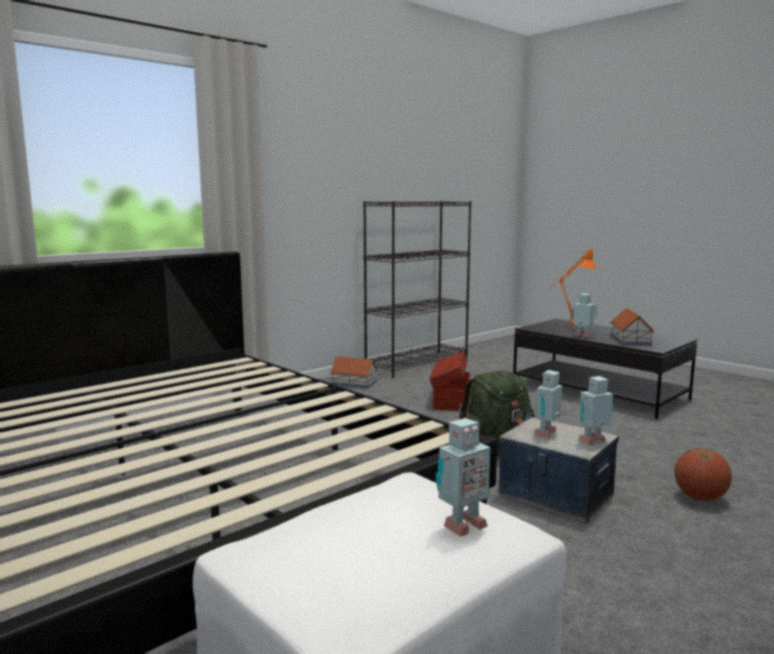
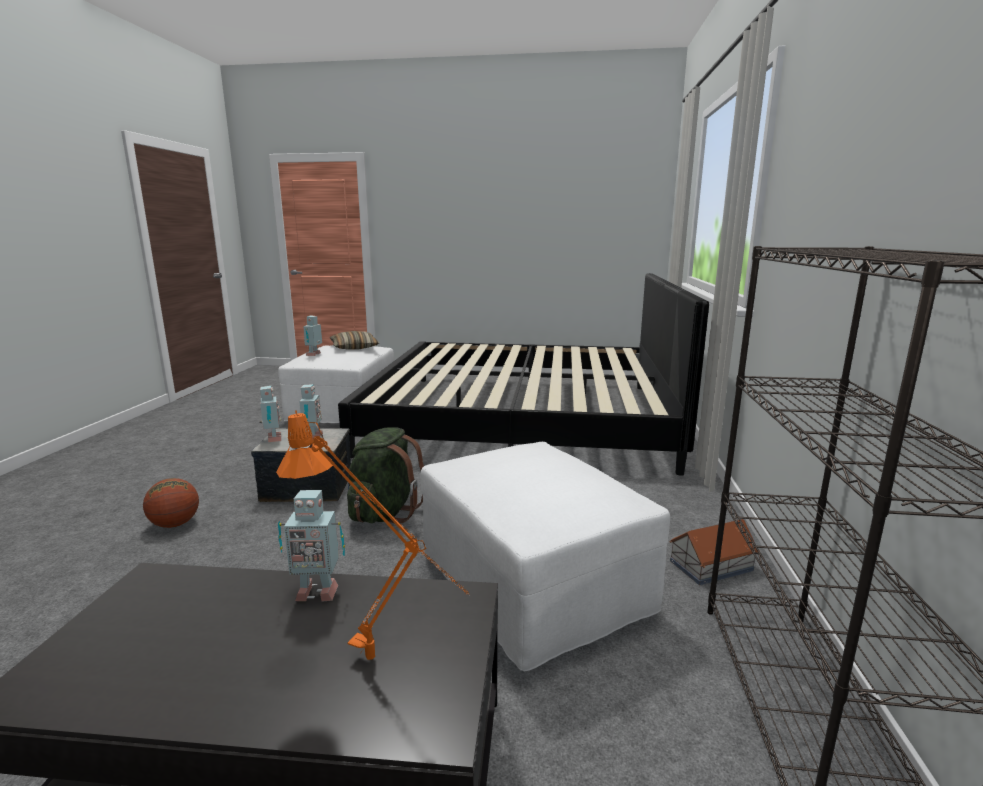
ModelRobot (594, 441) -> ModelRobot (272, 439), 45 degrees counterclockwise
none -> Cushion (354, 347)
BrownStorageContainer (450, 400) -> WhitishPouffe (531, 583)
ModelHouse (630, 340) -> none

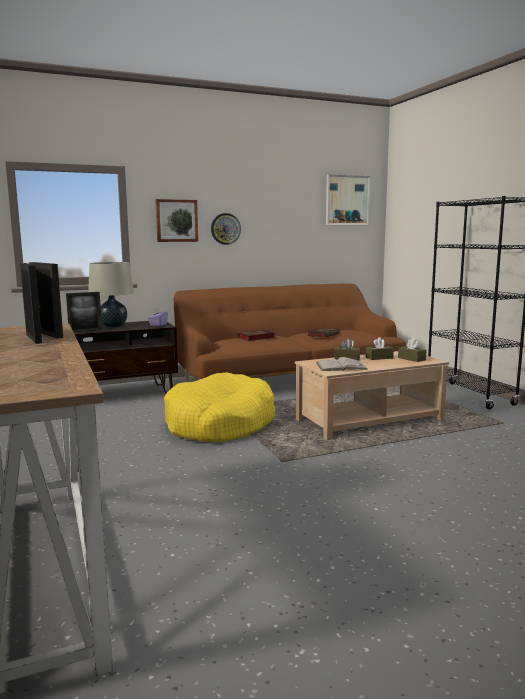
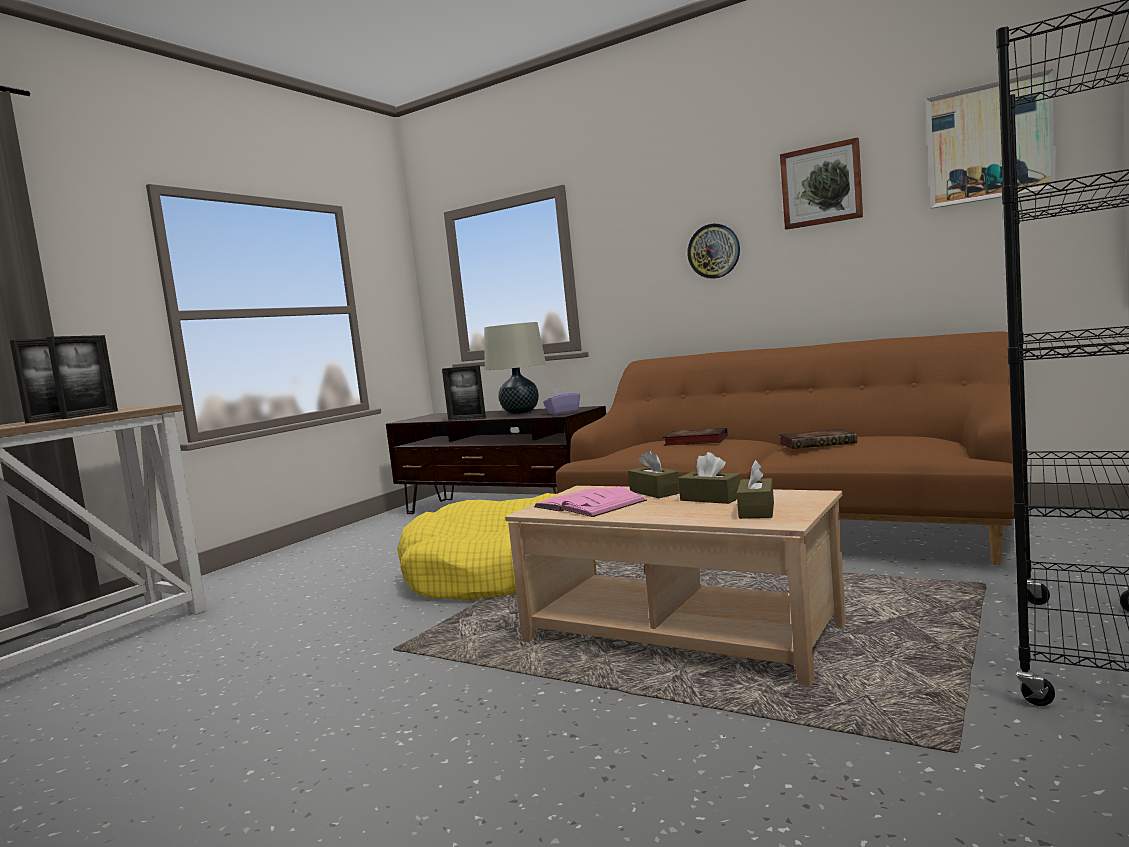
WhitishVolume (341, 366) -> PinkVolume (589, 504)
Picture (176, 220) -> Picture (821, 185), relocated

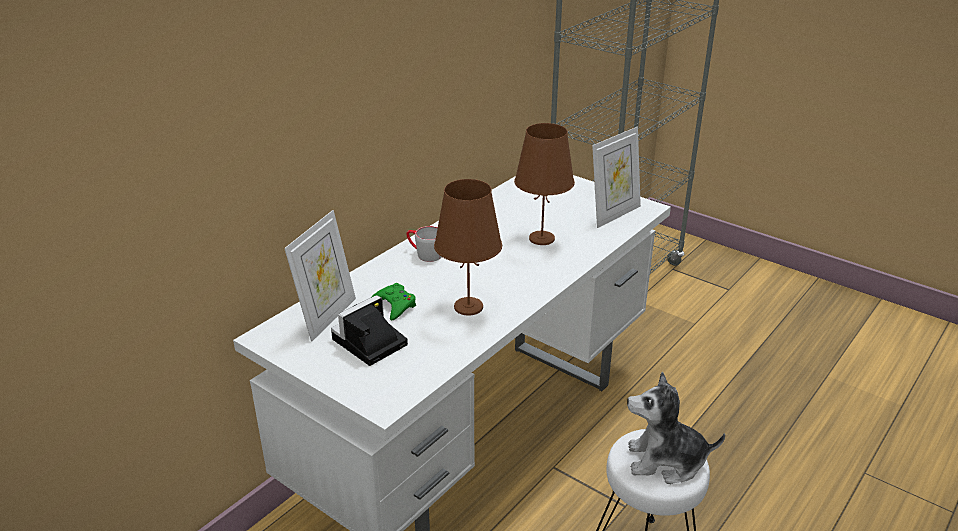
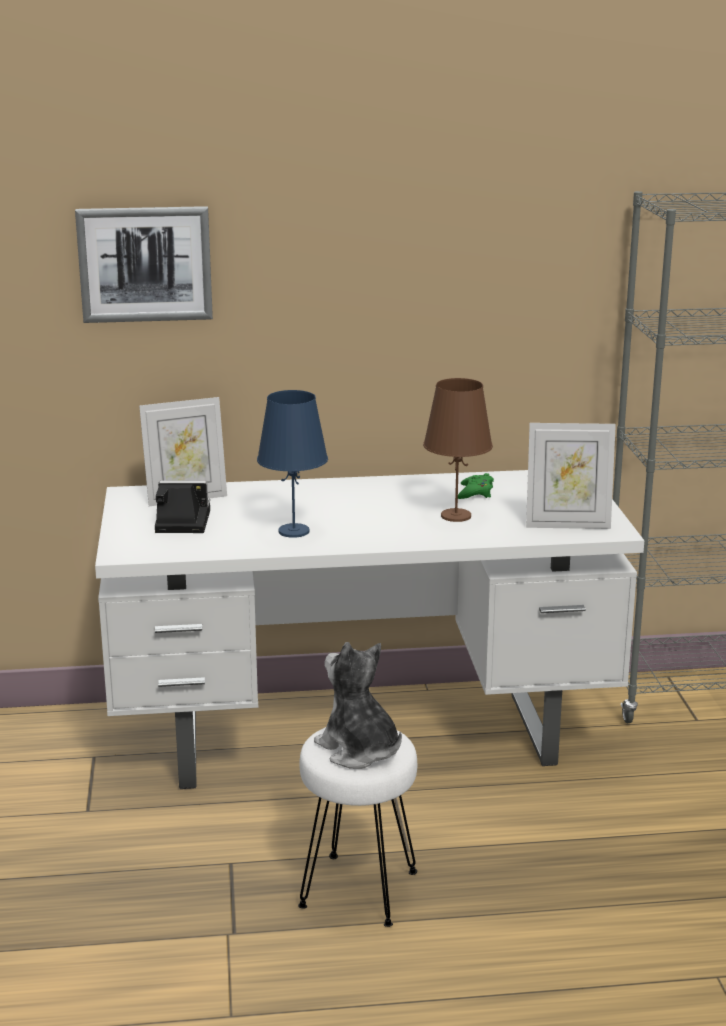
none -> Picture (145, 264)
BrownTableLamp (468, 306) -> BlueColouredTableLamp (294, 531)
GreenishGamepad (394, 305) -> GreenishGamepad (475, 492), relocated
GrayCoffeeMug (424, 254) -> none

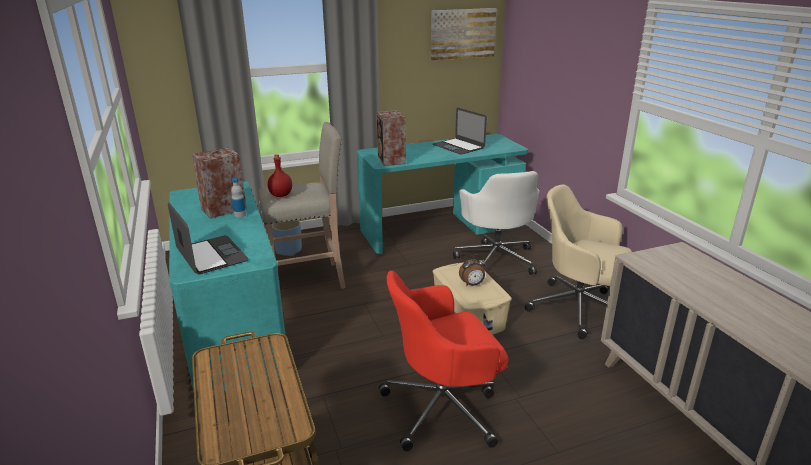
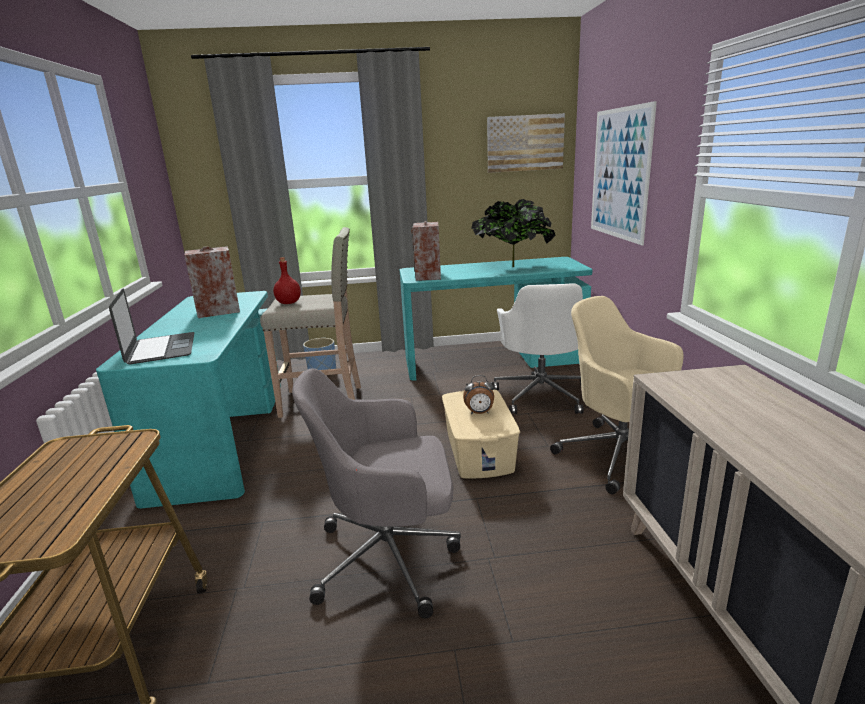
RedColouredComputerChair (443, 408) -> GrayComputerChair (390, 557)
Laptop (458, 146) -> Houseplant (512, 266)
none -> Picture (619, 174)
Bottle (240, 215) -> none

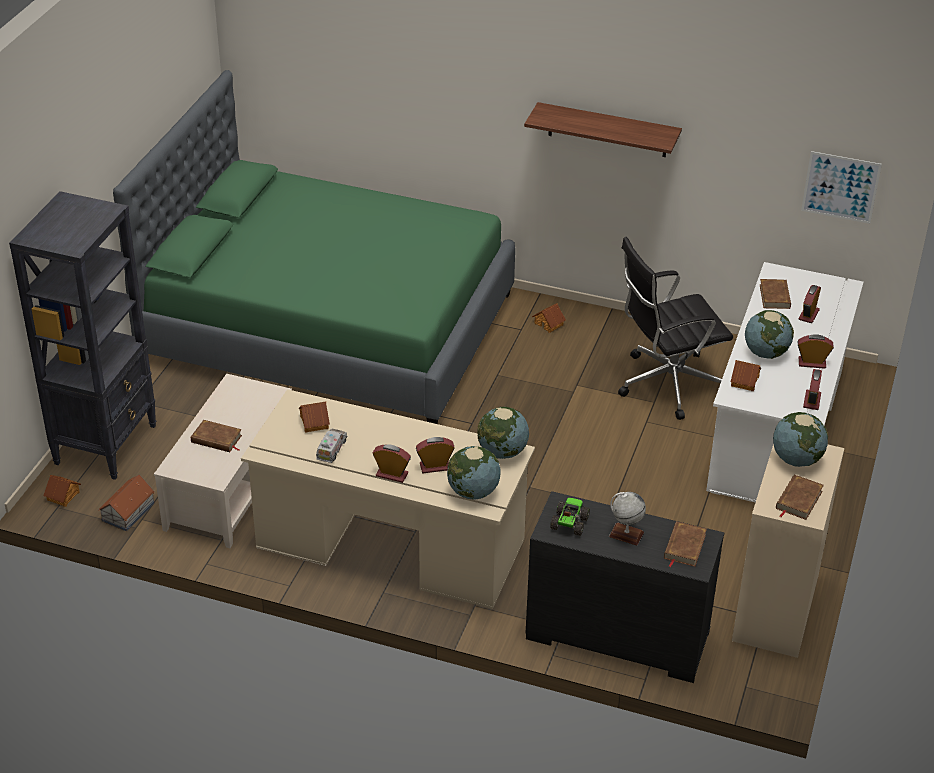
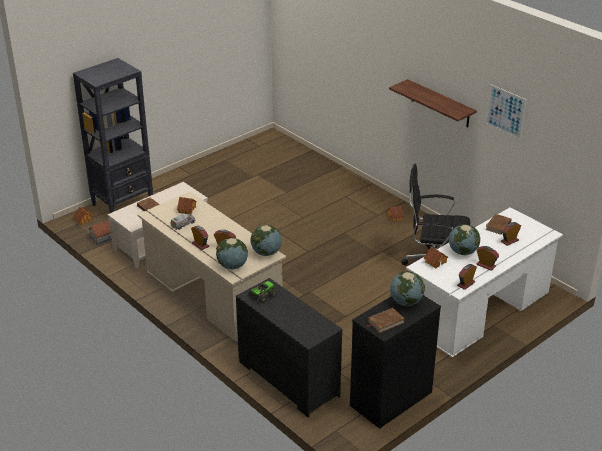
SandColouredChestOfDrawers (775, 608) -> BlackChestOfDrawers (390, 399)
Picture (840, 187) -> Picture (505, 111), relocated
GreenishBed (329, 326) -> none
DeskGlobe (626, 534) -> none
BrownVolume (684, 547) -> none

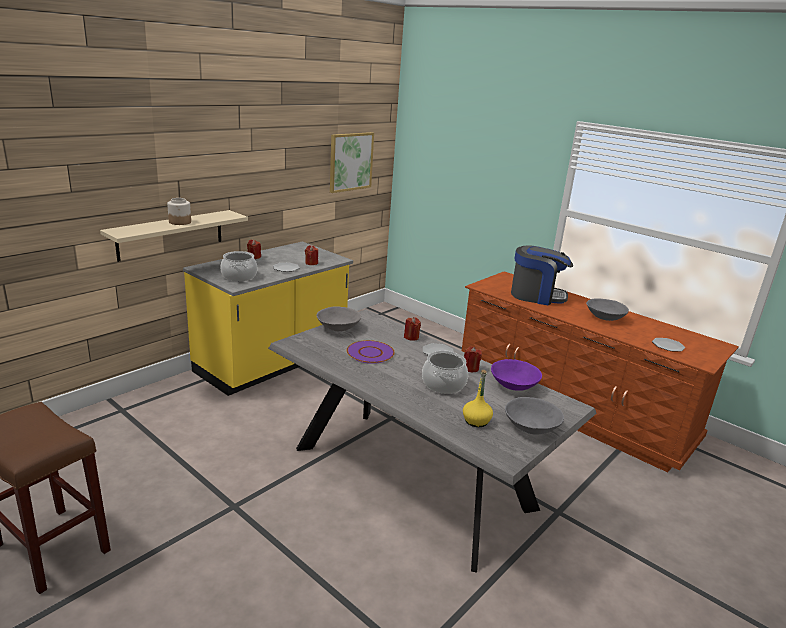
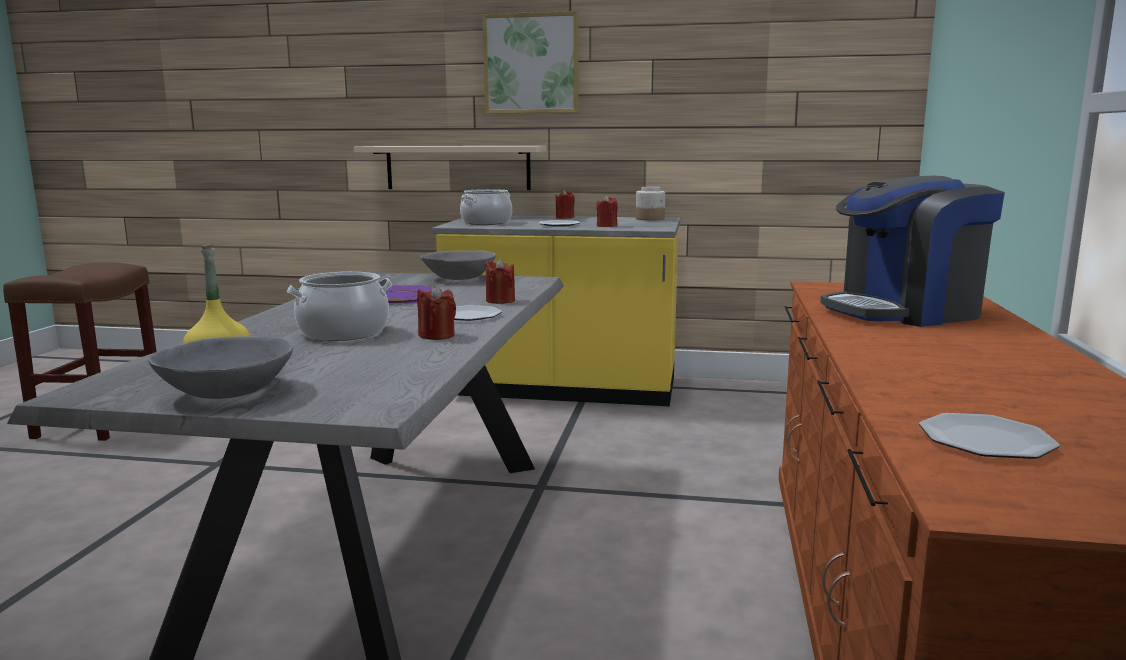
Picture (350, 161) -> Picture (531, 64), relocated
StorageJar (180, 222) -> StorageJar (650, 219), relocated
CoffeeBrewer (536, 296) -> CoffeeBrewer (905, 312), 90 degrees clockwise
PurpleColouredBowl (514, 385) -> none
GrayBowl (604, 317) -> none

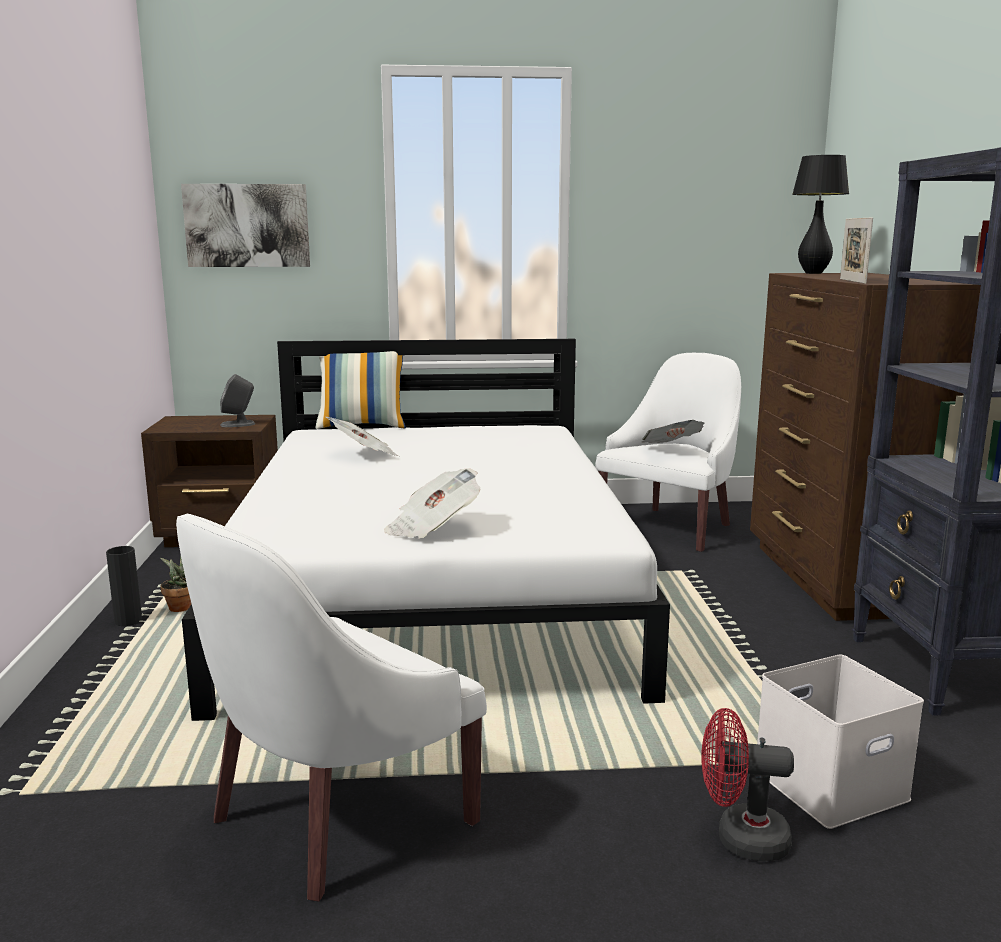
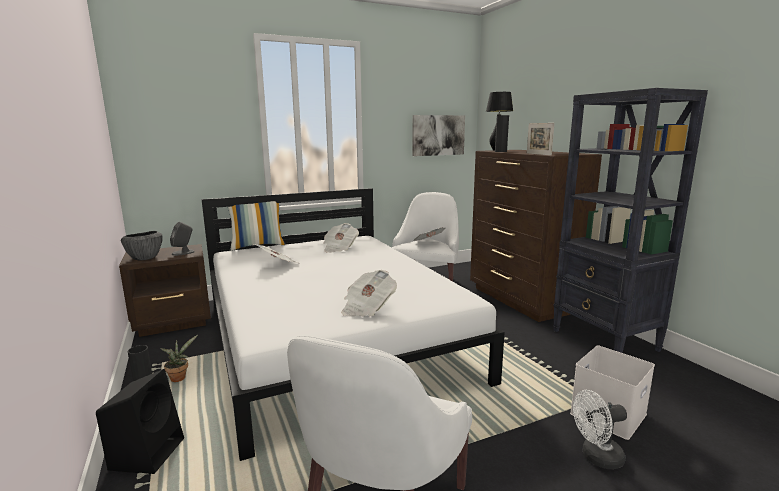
none -> BlackLoudspeaker (148, 452)
none -> Bowl (145, 258)
none -> PrintedPaper (339, 248)
Picture (247, 225) -> Picture (438, 135), relocated
none -> BlackVase (500, 151)
RedColouredElectricFan (740, 838) -> WhitishElectricFan (596, 457)

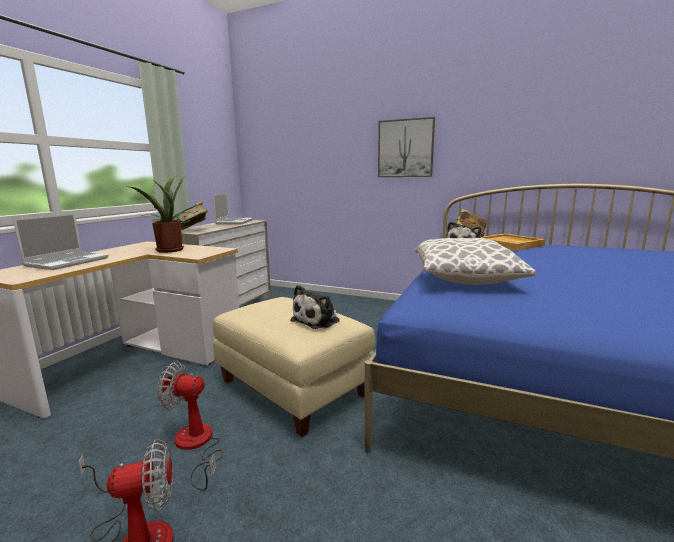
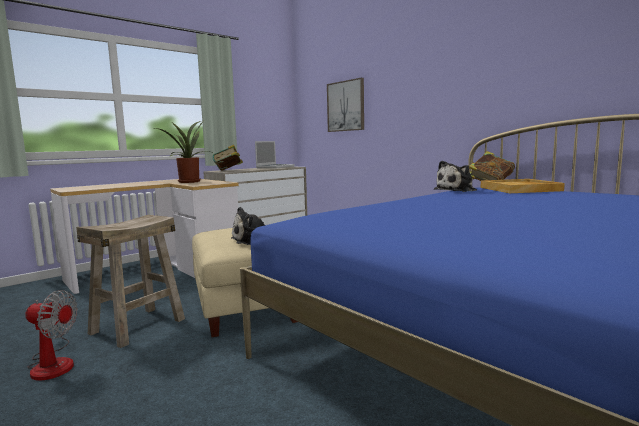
ElectricFan (196, 445) -> SandColouredSittingStool (138, 326)
Picture (405, 148) -> Picture (346, 106), relocated
Laptop (68, 262) -> none
Cushion (465, 280) -> none

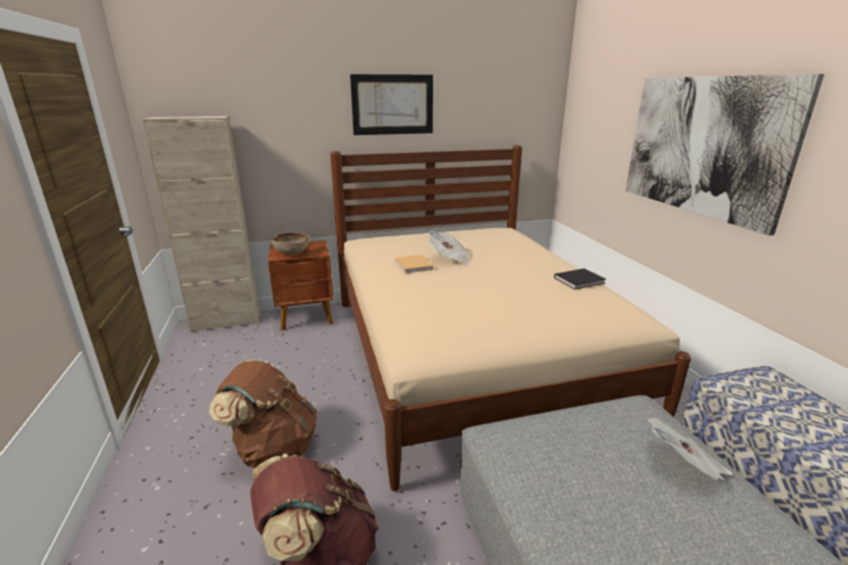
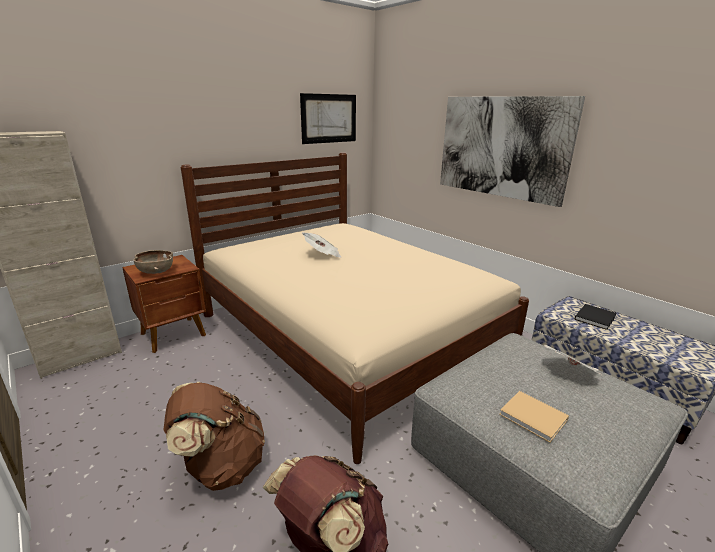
Picture (393, 105) -> Picture (329, 118), relocated
SandColouredVolume (414, 266) -> SandColouredVolume (535, 418), relocated
BlackVolume (580, 280) -> BlackVolume (595, 317), relocated

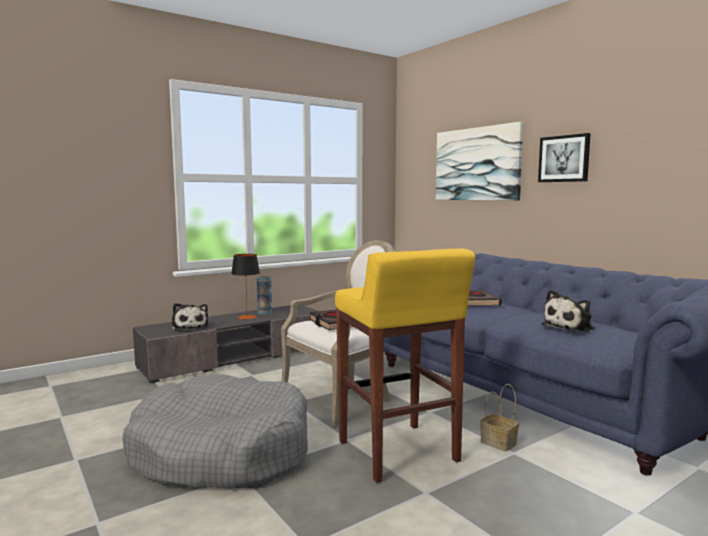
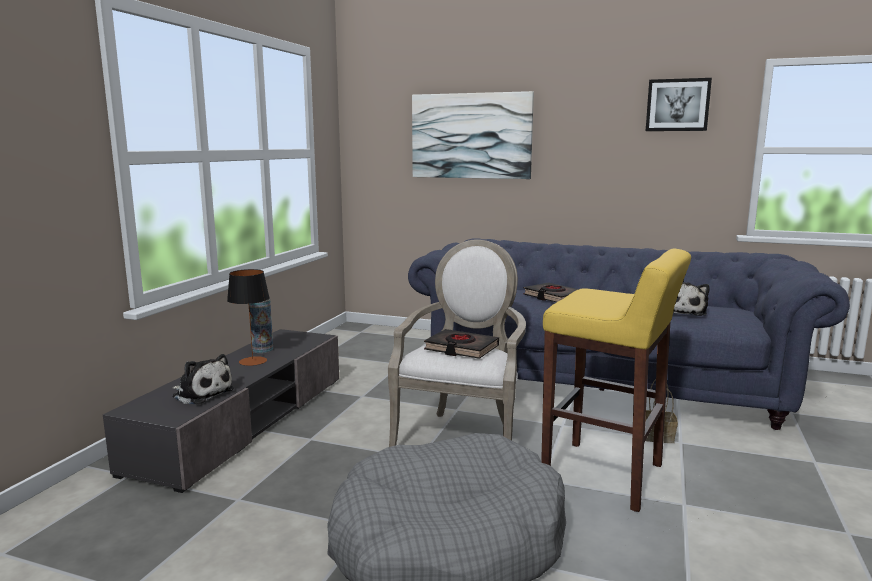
Picture (564, 159) -> Picture (677, 105), relocated

